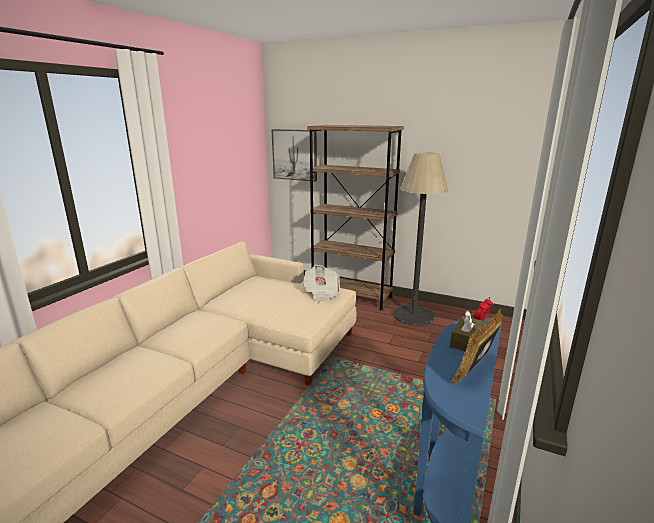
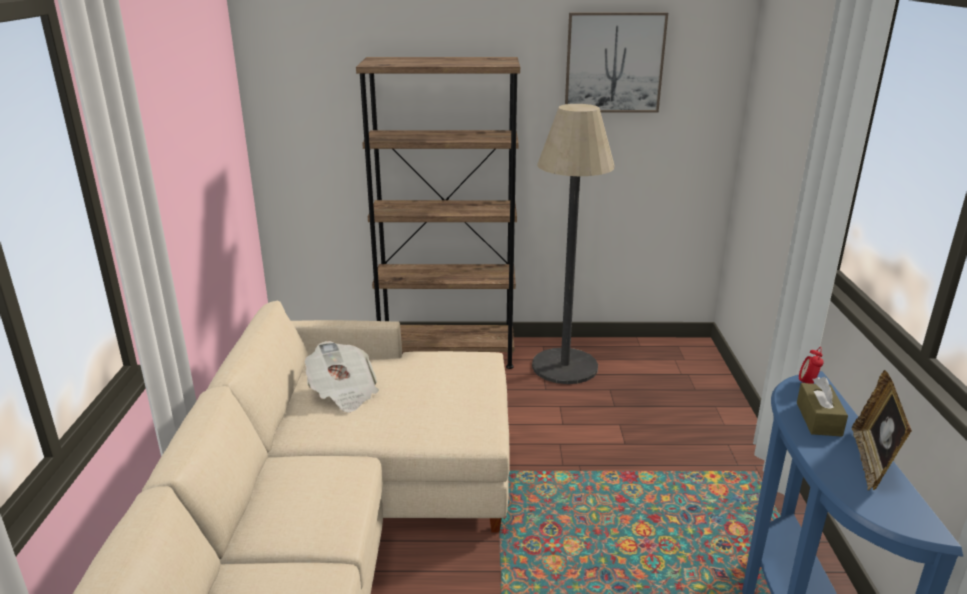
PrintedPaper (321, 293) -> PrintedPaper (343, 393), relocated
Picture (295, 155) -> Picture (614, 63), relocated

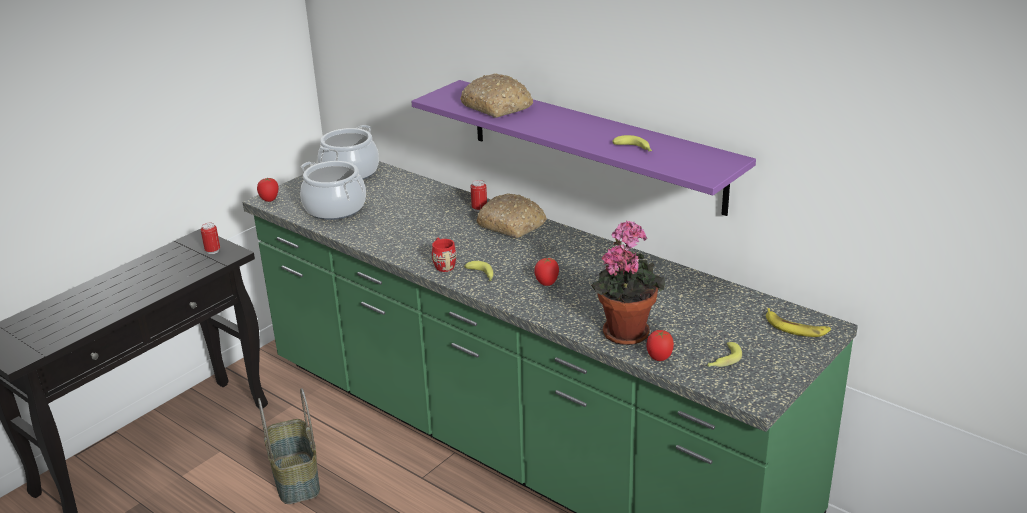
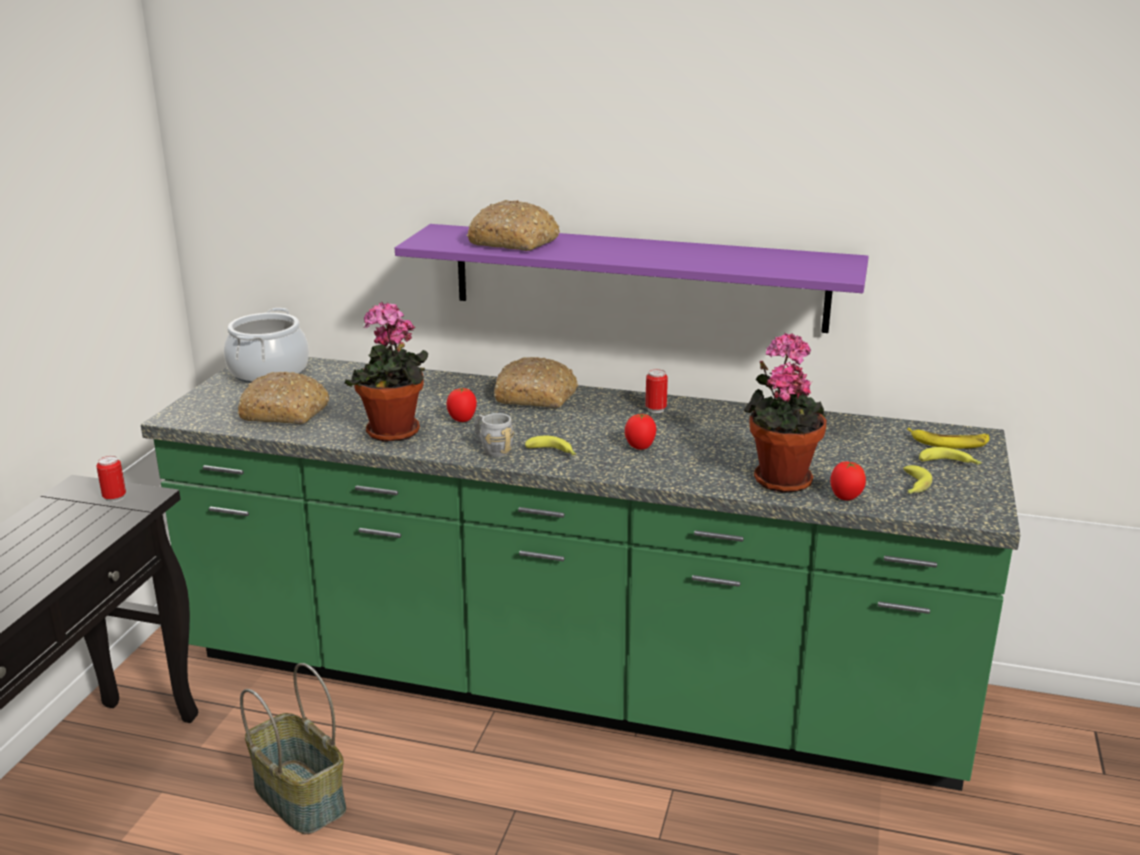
Saucepot (335, 208) -> BakeryBread (286, 412)
none -> Houseplant (393, 434)
Tomato (269, 200) -> Tomato (462, 420), relocated
RedColouredCoffeeMug (443, 264) -> GrayCoffeeMug (492, 449)
SealedCan (479, 209) -> SealedCan (655, 409), relocated
Banana (634, 149) -> Banana (950, 464), relocated

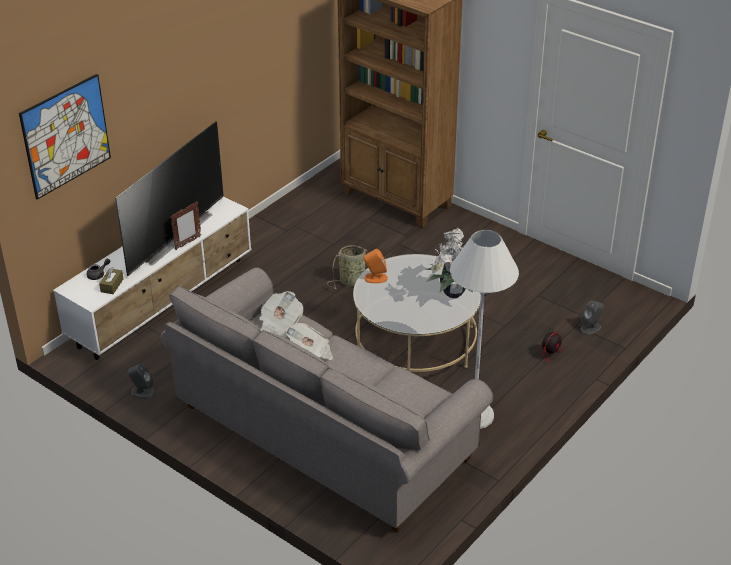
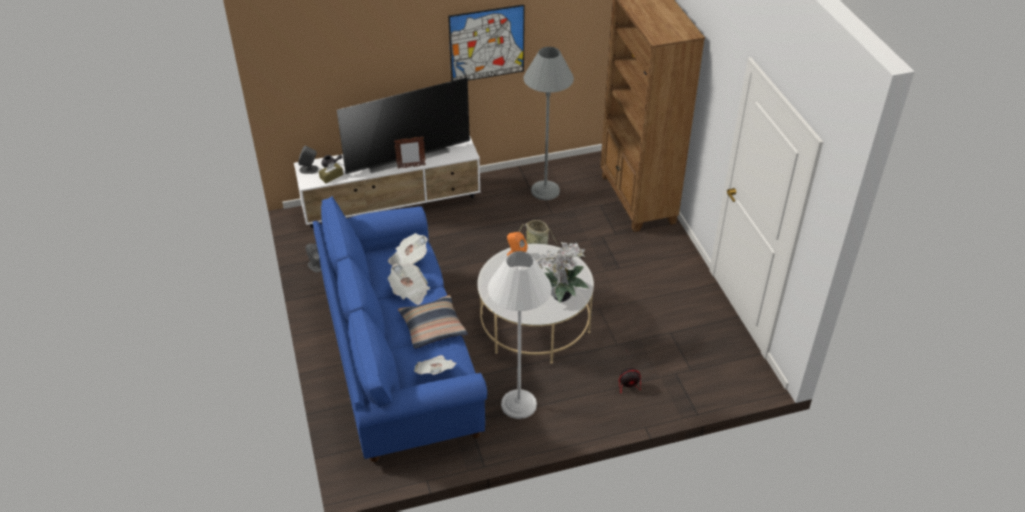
GrayLoudspeaker (591, 328) -> GrayLoudspeaker (309, 169), relocated
GraySettee (324, 433) -> BlueColouredSettee (400, 360)
none -> Cushion (433, 327)
none -> PrintedPaper (435, 372)
Picture (66, 136) -> Picture (487, 44), relocated
none -> GrayStandingLamp (545, 191)

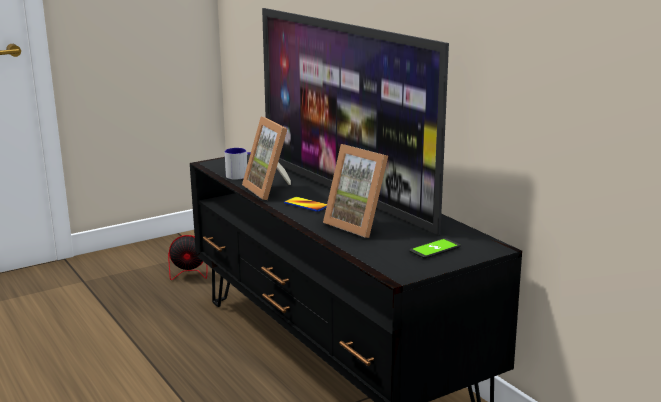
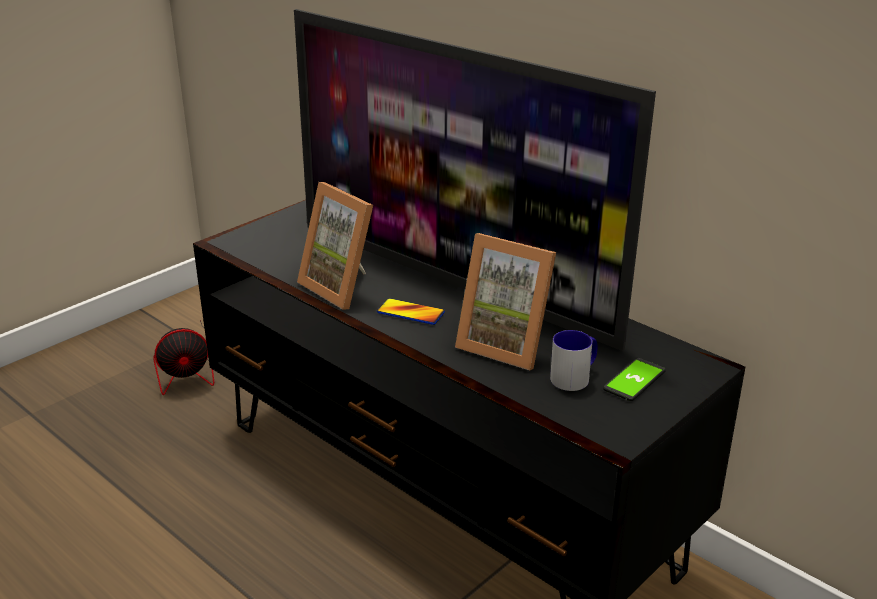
CoffeeMug (241, 175) -> CoffeeMug (575, 377), relocated

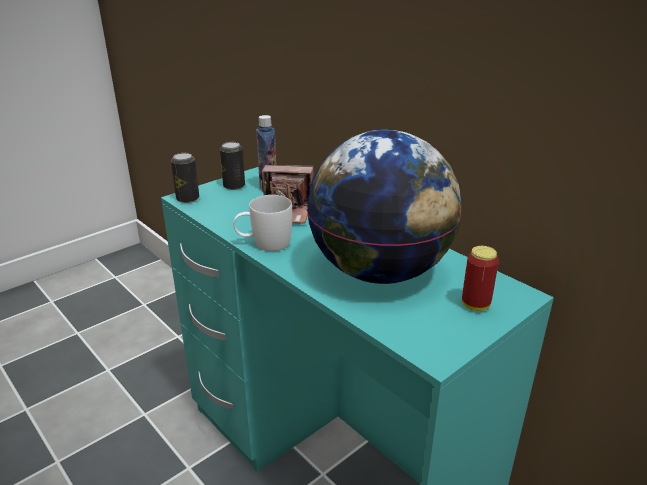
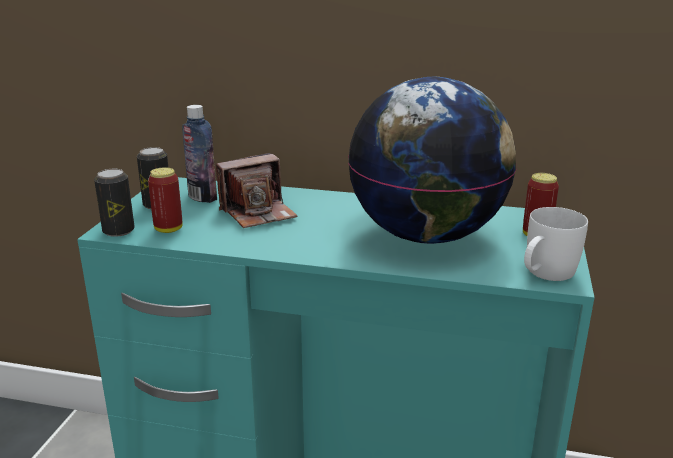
none -> SealedCan (168, 229)
WhitishCoffeeMug (264, 243) -> WhitishCoffeeMug (544, 274), relocated

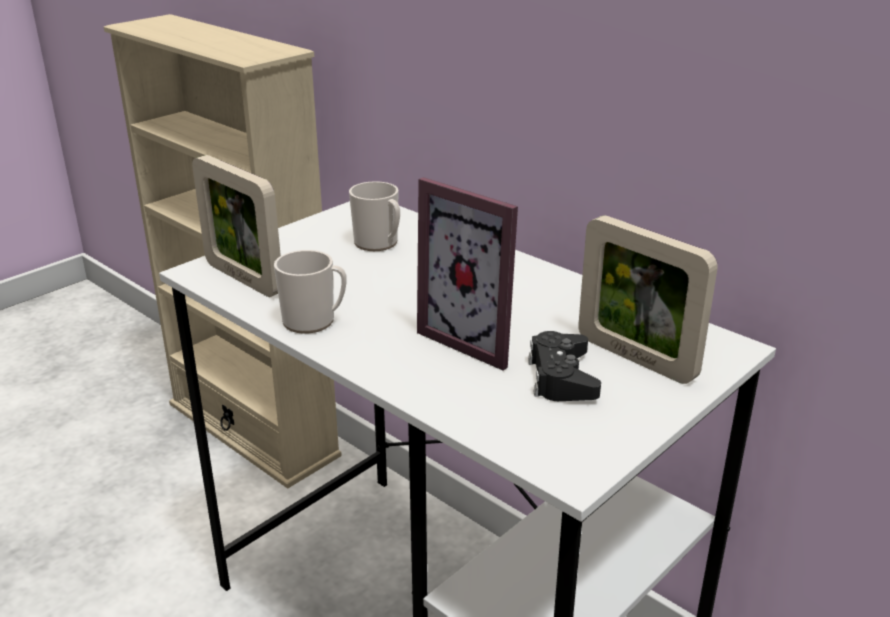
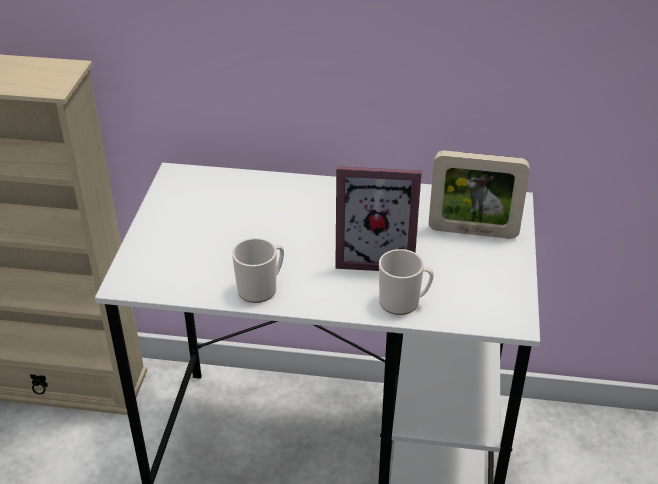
CoffeeMug (379, 244) -> CoffeeMug (403, 302), relocated
PictureFrame (243, 279) -> none
BlackGamepad (561, 377) -> none

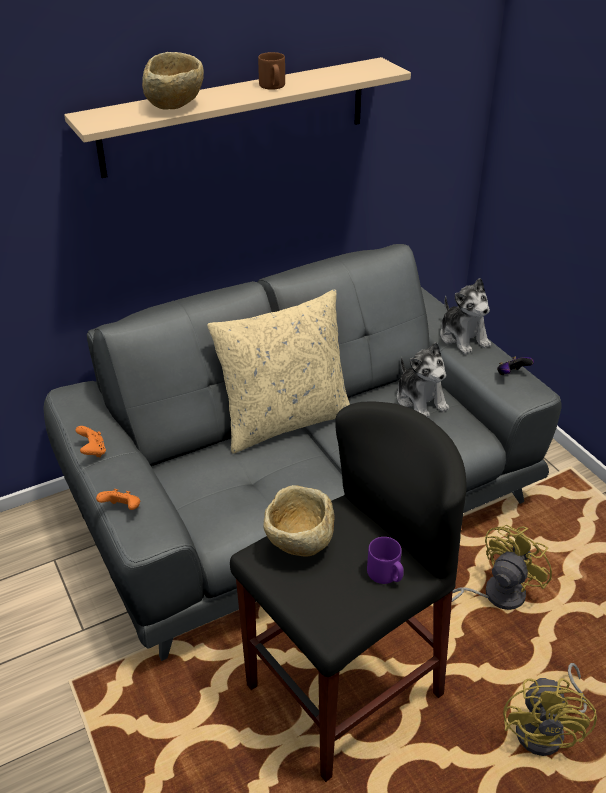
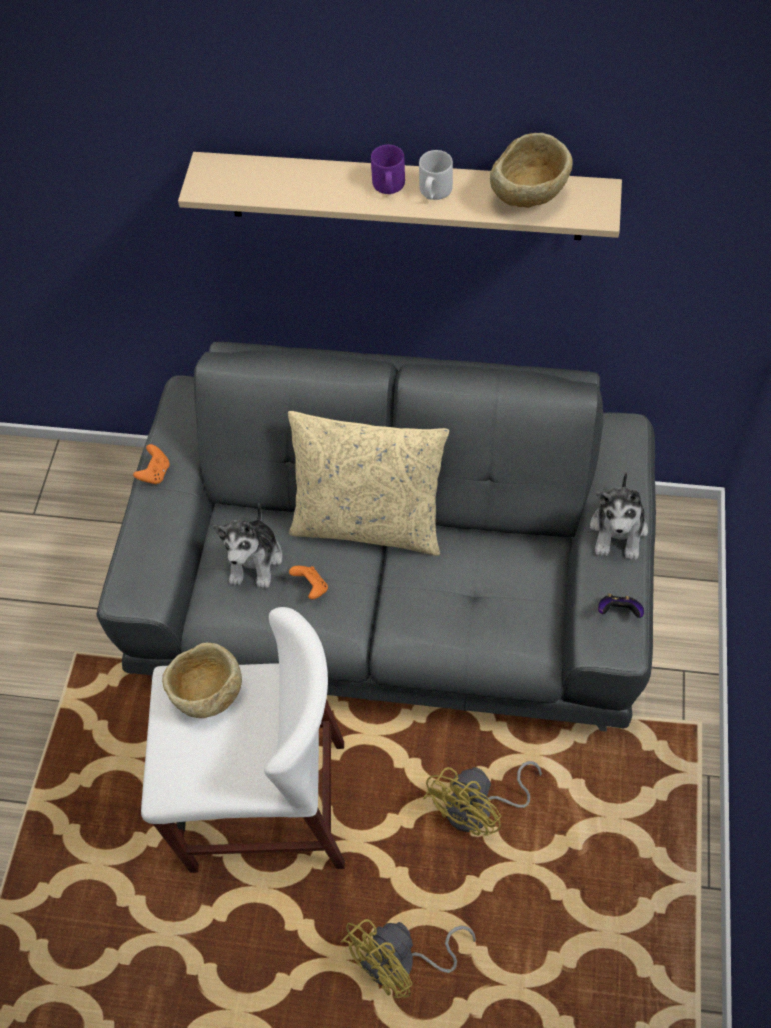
BlackSittingStool (344, 690) -> WhitishSittingStool (268, 806)
CuddlyToy (420, 400) -> CuddlyToy (255, 559), relocated
OrangeColouredGamepad (122, 509) -> OrangeColouredGamepad (311, 587), relocated
PurpleColouredCoffeeMug (386, 575) -> PurpleColouredCoffeeMug (388, 186), relocated
BrownCoffeeMug (273, 86) -> GrayCoffeeMug (434, 192)
YellowElectricFan (494, 595) -> YellowElectricFan (479, 809), 135 degrees clockwise
SandColouredBowl (175, 107) -> SandColouredBowl (528, 198), relocated

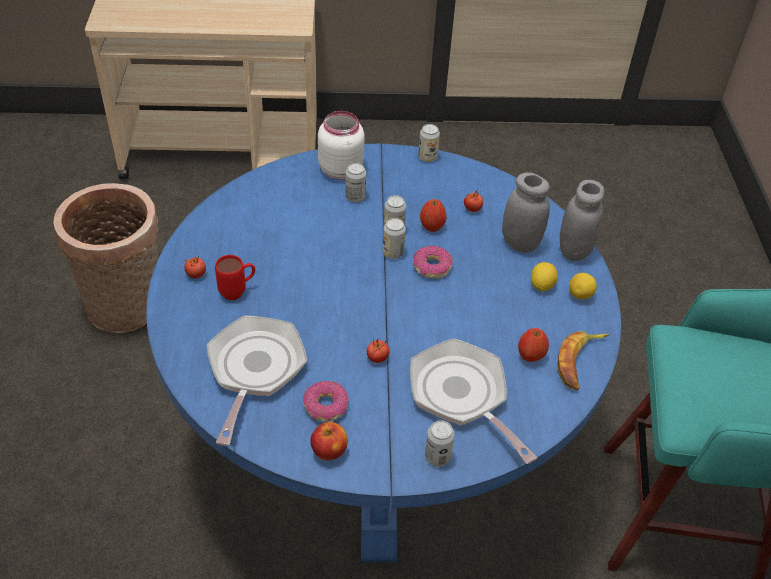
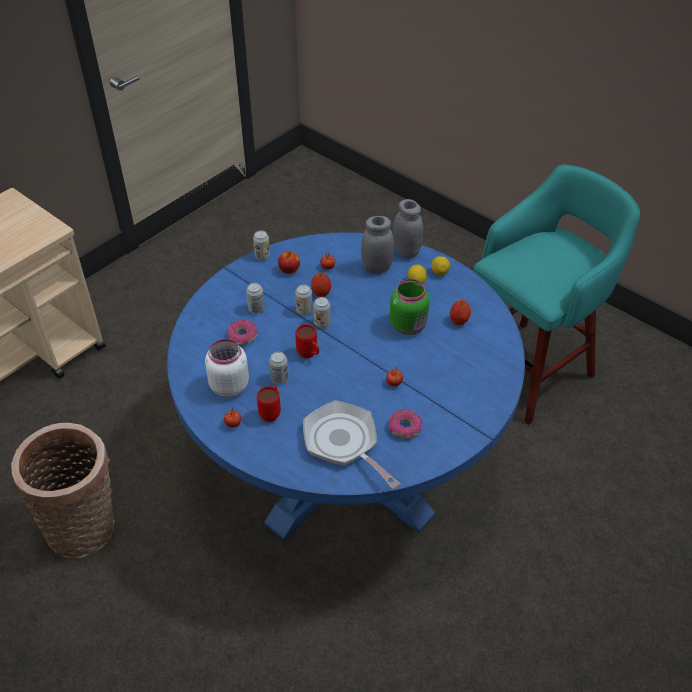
WhitishStorageJar (341, 169) -> WhitishStorageJar (229, 386), relocated
Donut (431, 267) -> Donut (242, 336), relocated
SealedCan (437, 457) -> SealedCan (279, 378), relocated
WholeApple (329, 451) -> WholeApple (289, 270), relocated
none -> RedColouredCoffeeMug (309, 355)
none -> GreenishStorageJar (409, 325)
Pan (462, 395) -> none
Banana (579, 362) -> none

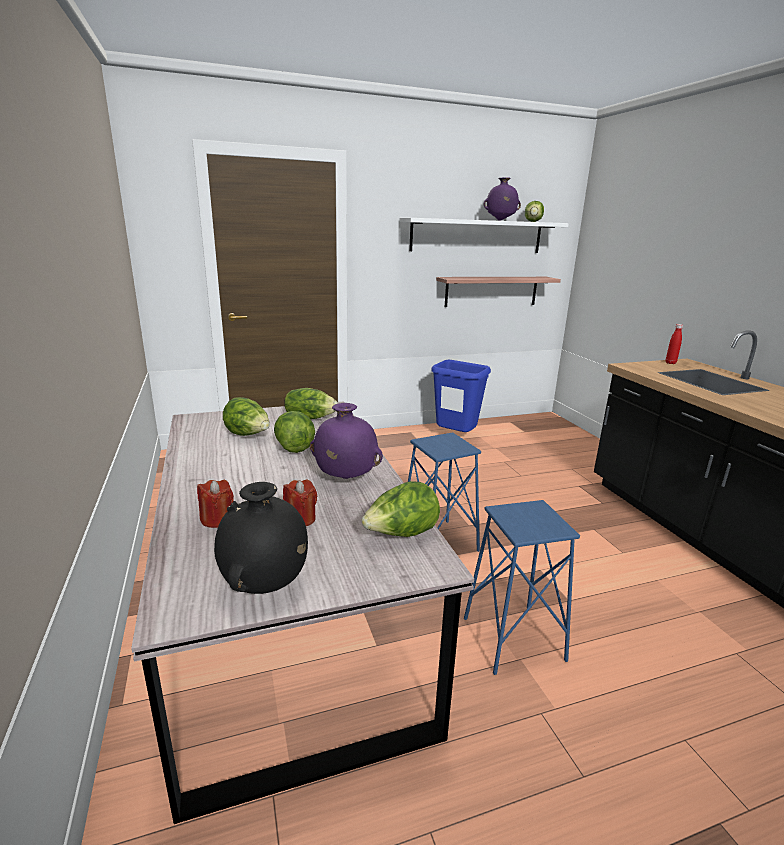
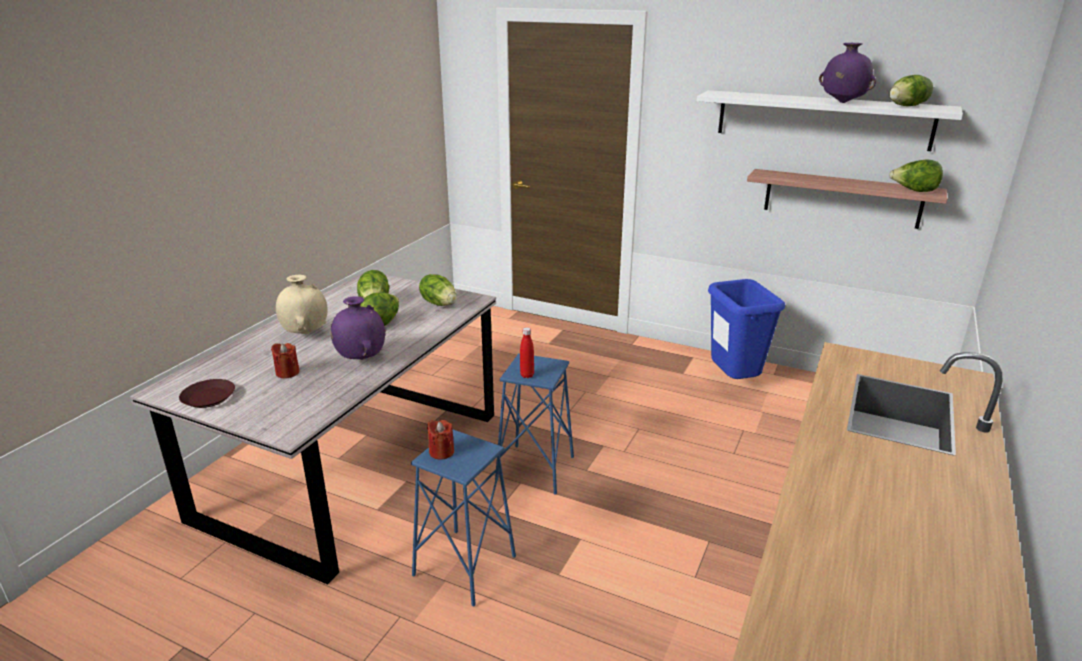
BlackVase (265, 586) -> BrownPlate (208, 398)
none -> SandColouredVase (305, 333)
RedColouredCandle (217, 519) -> RedColouredCandle (441, 452), relocated
RedColouredBottle (670, 363) -> RedColouredBottle (527, 375), relocated
LettuceHead (401, 535) -> LettuceHead (913, 191), relocated

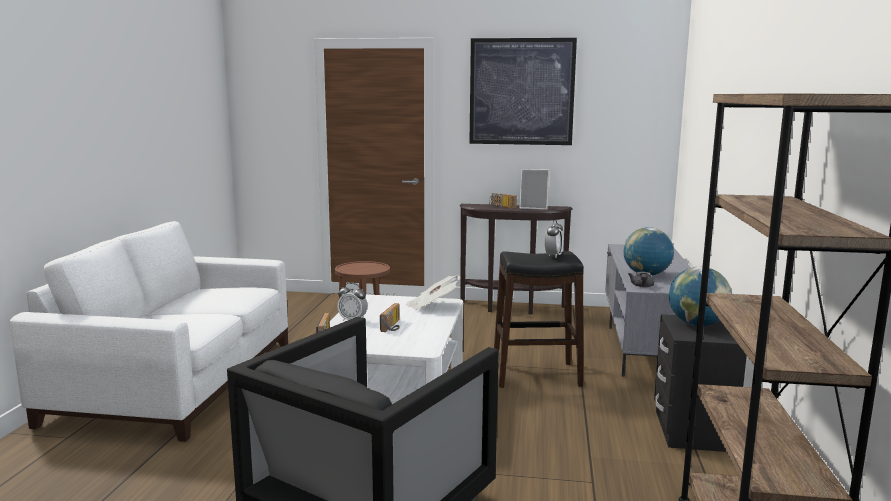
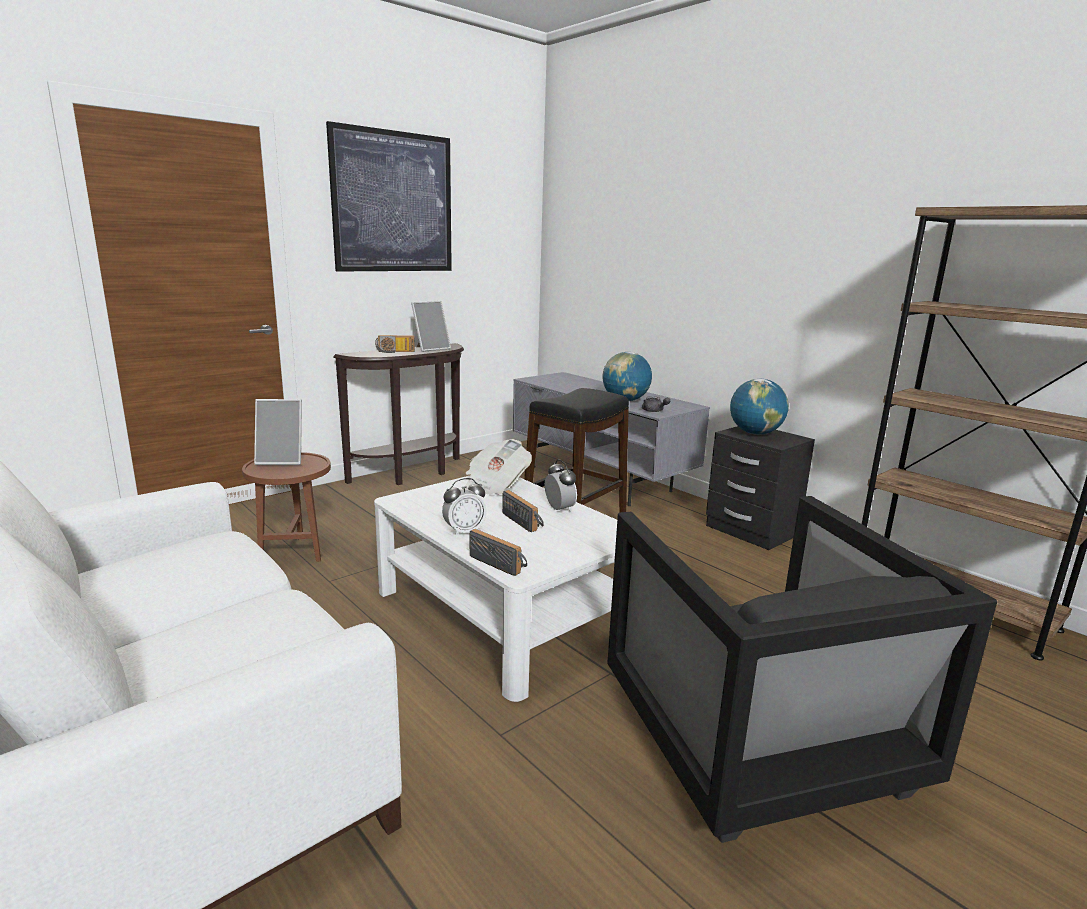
none -> PictureFrame (282, 460)
BedsideClock (553, 256) -> BedsideClock (559, 509), relocated

